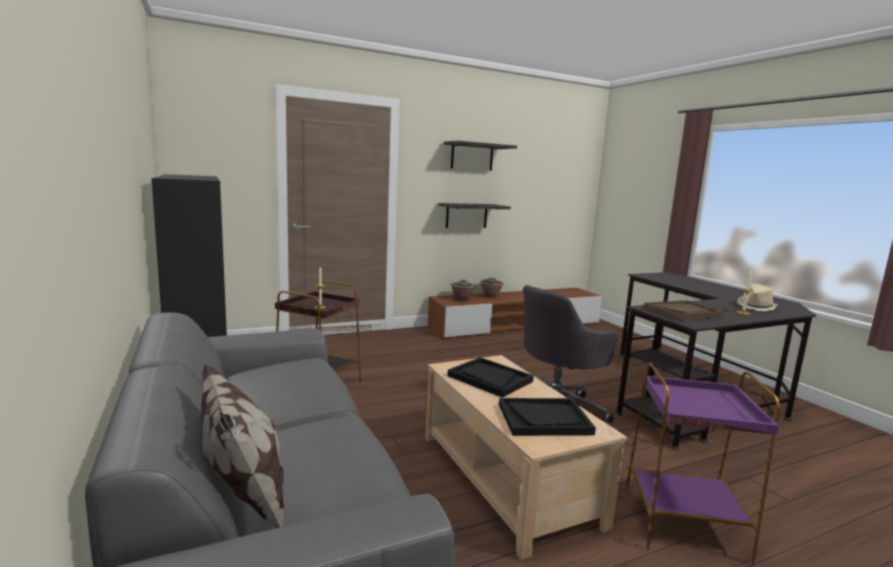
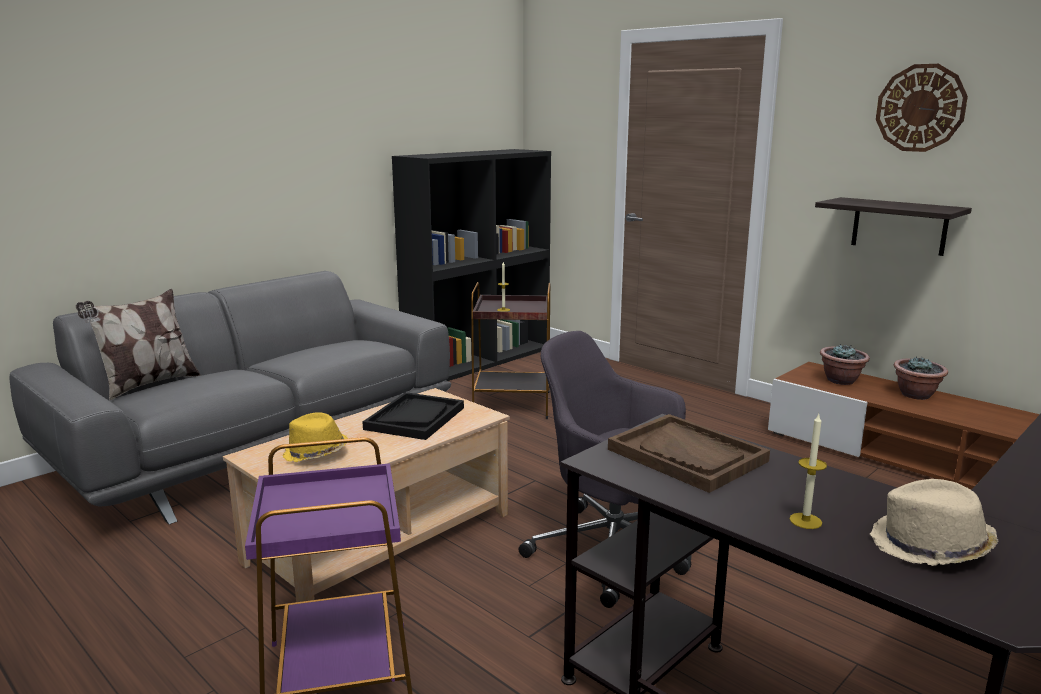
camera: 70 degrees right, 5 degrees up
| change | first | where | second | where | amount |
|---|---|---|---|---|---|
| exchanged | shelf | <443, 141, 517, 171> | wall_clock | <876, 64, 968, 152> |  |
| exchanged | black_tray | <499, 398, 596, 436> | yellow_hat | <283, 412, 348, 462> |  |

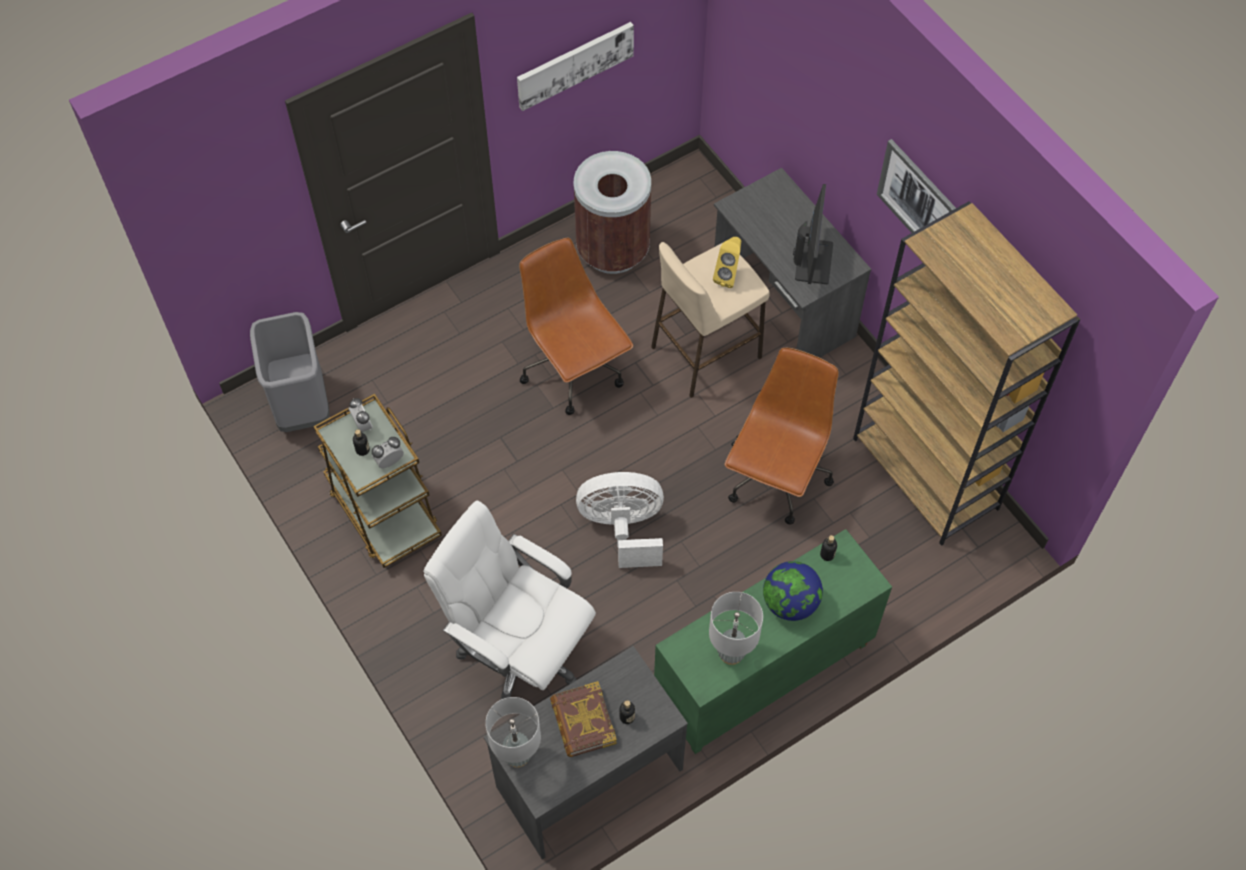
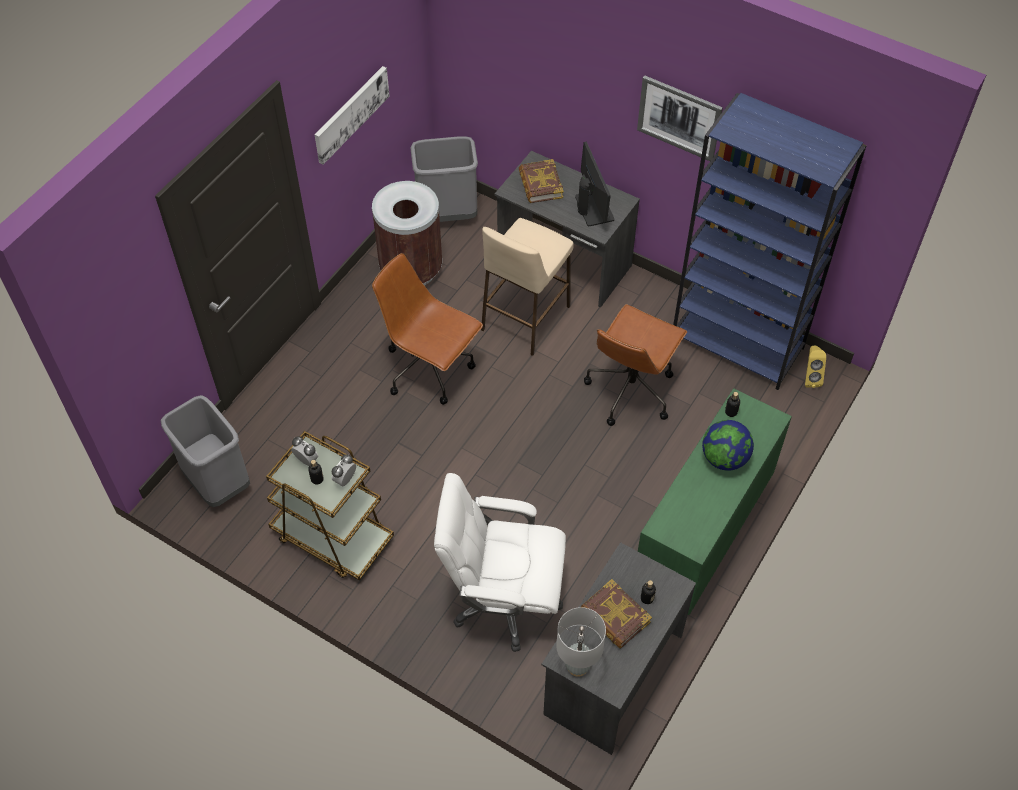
camera: 25 degrees left, 5 degrees down
| change | first | where | second | where | amount |
|---|---|---|---|---|---|
| missing | white_fan | <576, 472, 664, 568> |  |  |  |
| missing | grey_table_lamp | <709, 592, 763, 665> |  |  |  |
| relocated | yellow_speaker | <713, 237, 741, 288> |  | <805, 345, 826, 388> |  |
| spun | brown_office_chair | <724, 348, 839, 525> |  | <584, 304, 687, 426> | 150 degrees counterclockwise |
| colour | brown_bookcase | <853, 201, 1080, 546> | blue_bookcase | <673, 93, 867, 390> |  |
| appeared |  |  | grey_trash_can | <410, 136, 478, 222> |  |
| appeared |  |  | book | <519, 159, 564, 203> |  |

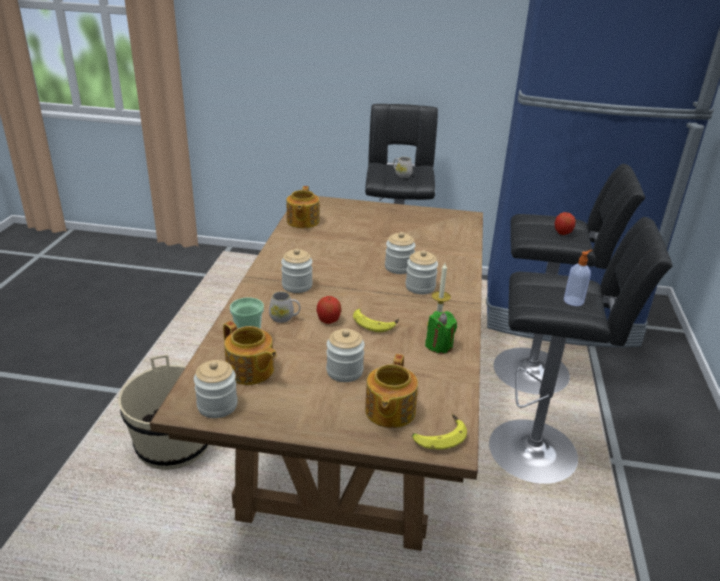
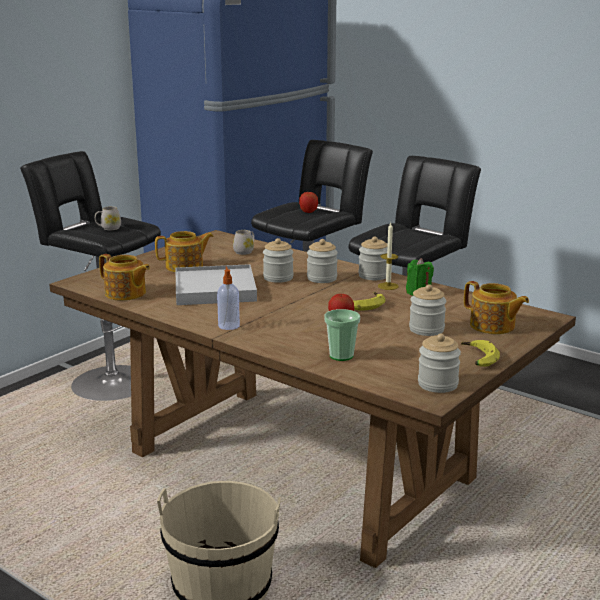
camera: 60 degrees left, 10 degrees down
| change | first | where | second | where | amount |
|---|---|---|---|---|---|
| relocated | teapot | <223, 321, 277, 385> |  | <155, 231, 214, 272> |  |
| relocated | white_mug | <269, 292, 300, 323> |  | <233, 230, 254, 255> |  |
| relocated | jar | <281, 248, 313, 293> |  | <359, 236, 388, 280> |  |
| relocated | banana | <412, 414, 467, 449> |  | <461, 340, 500, 367> |  |
| relocated | soap_dispenser | <564, 250, 593, 306> |  | <217, 267, 240, 330> |  |
| appeared |  |  | white_tray | <175, 264, 257, 305> |  |

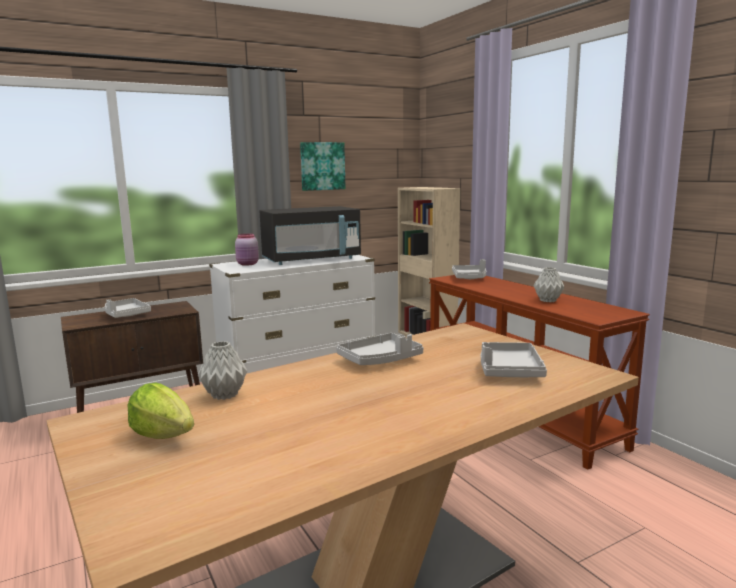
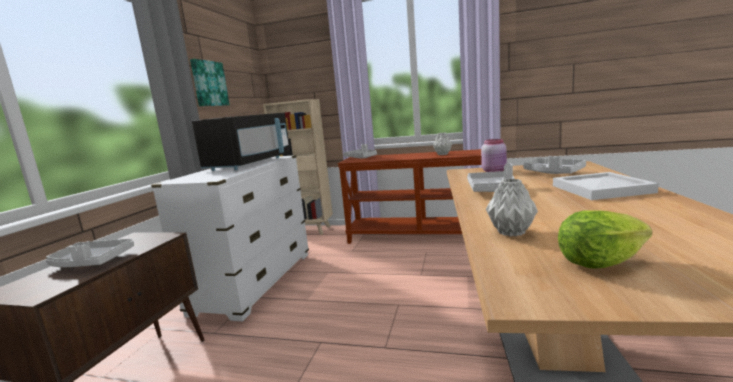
camera: 45 degrees left, 0 degrees up
| change | first | where | second | where | amount |
|---|---|---|---|---|---|
| relocated | pink_jar | <235, 233, 259, 266> |  | <481, 139, 507, 172> |  |
| appeared |  |  | white_tray | <553, 172, 659, 200> |  |

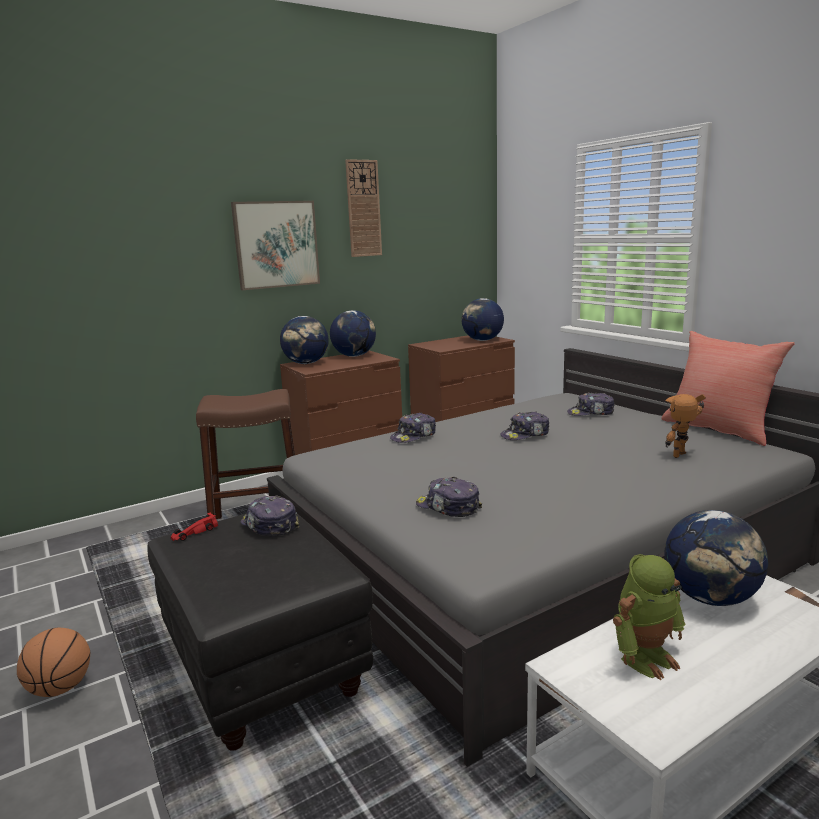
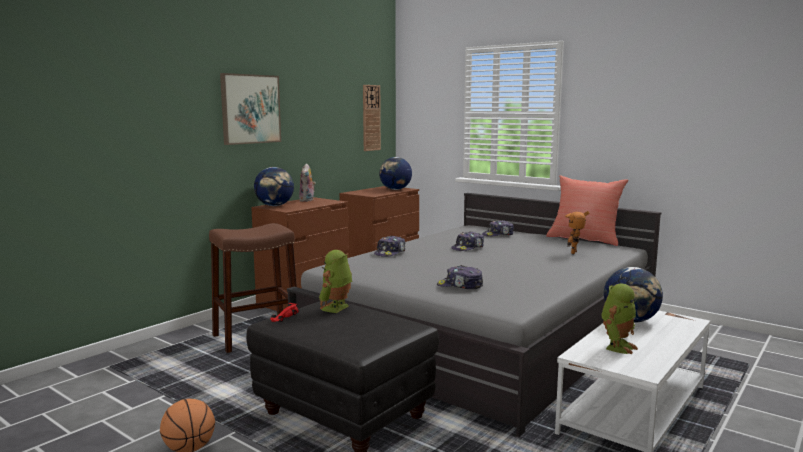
camera: 20 degrees left, 5 degrees down
| change | first | where | second | where | amount |
|---|---|---|---|---|---|
| exchanged | cap | <241, 495, 299, 536> | toy_robot | <319, 250, 353, 313> |  |
| exchanged | globe | <330, 310, 376, 357> | plush_toy | <299, 163, 316, 202> |  |
| relocated | wall_clock | <345, 159, 382, 257> |  | <363, 85, 381, 151> |  |

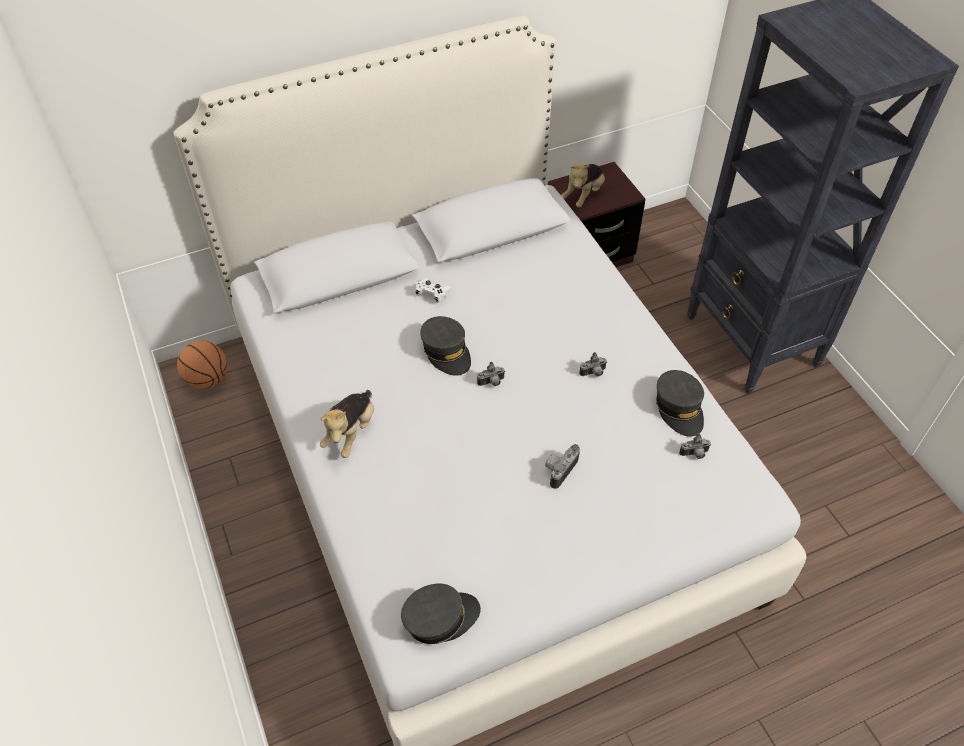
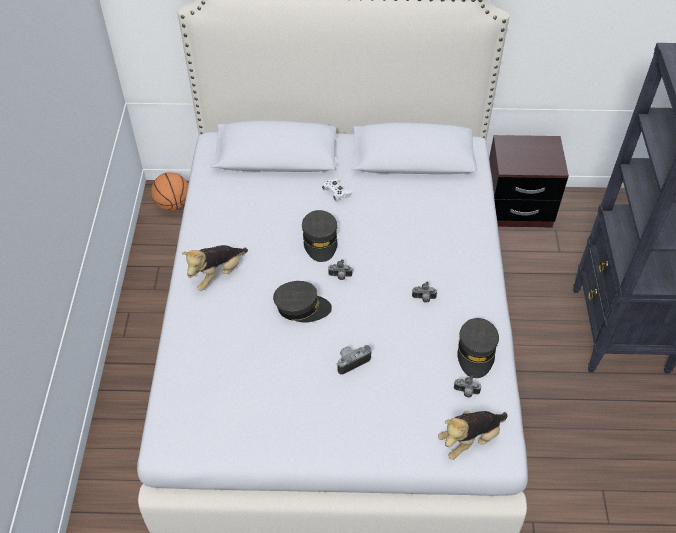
camera: 25 degrees right, 0 degrees up
| change | first | where | second | where | amount |
|---|---|---|---|---|---|
| relocated | grey_cap | <401, 583, 481, 644> |  | <273, 281, 332, 323> |  |
| relocated | plush_toy | <561, 164, 605, 207> |  | <438, 410, 508, 460> |  |

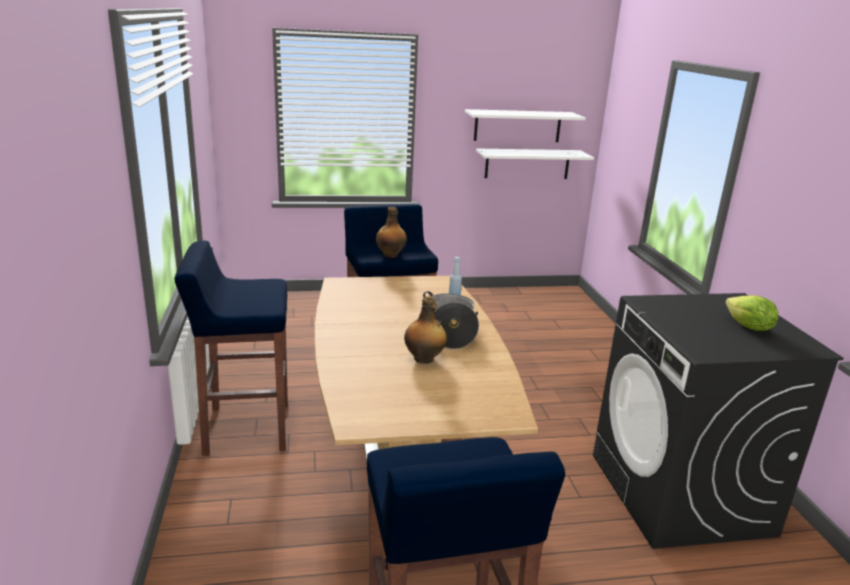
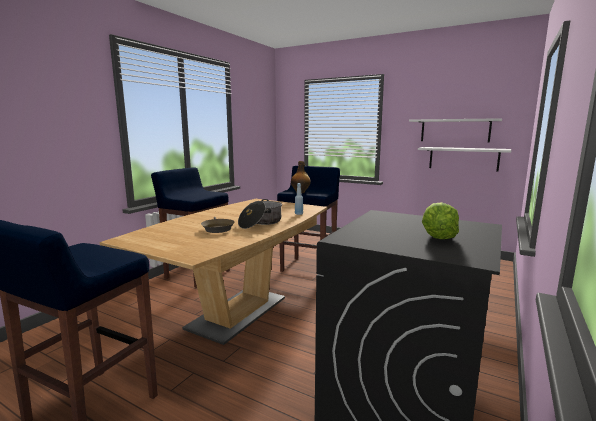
camera: 40 degrees right, 10 degrees down
| change | first | where | second | where | amount |
|---|---|---|---|---|---|
| exchanged | bottle | <404, 296, 447, 364> | brown_frying_pan | <201, 217, 235, 233> |  |

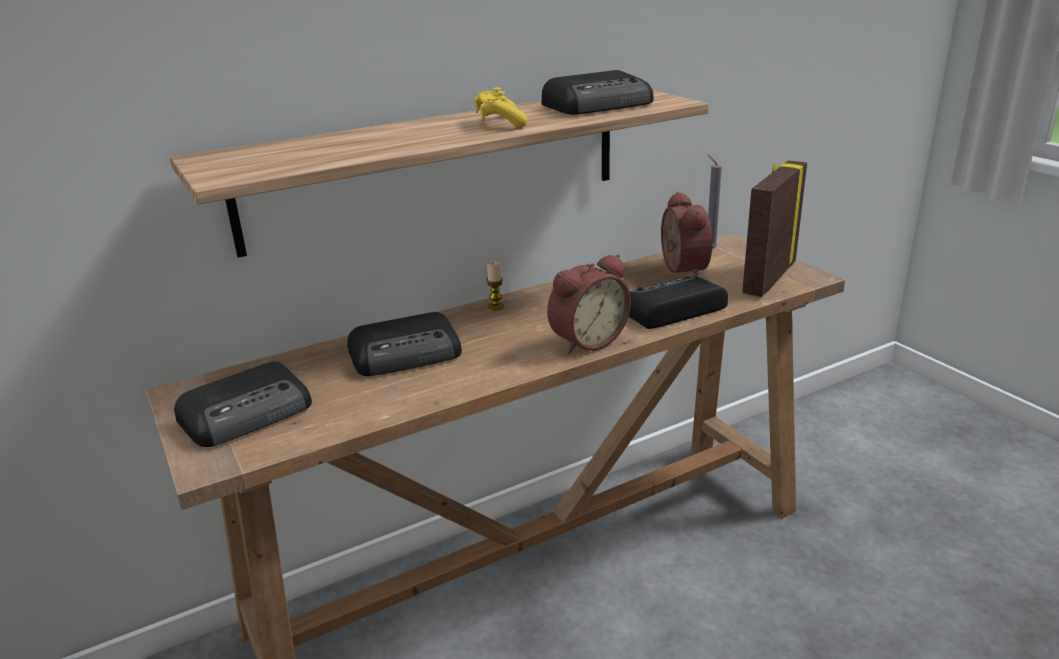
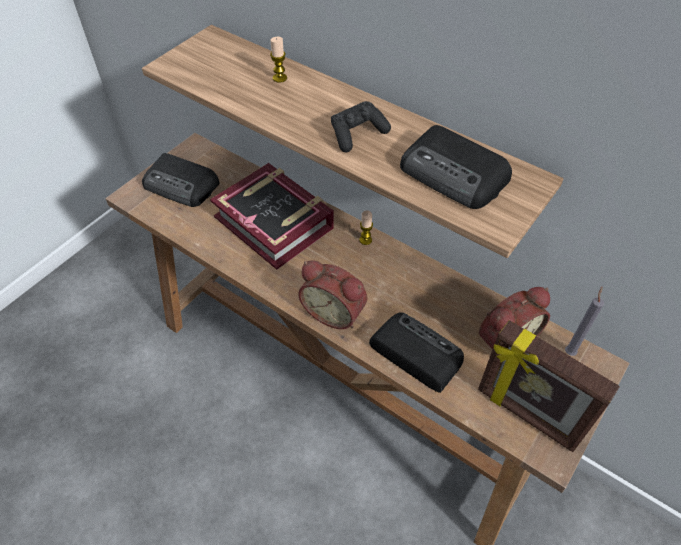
camera: 65 degrees right, 25 degrees up
| change | first | where | second | where | amount |
|---|---|---|---|---|---|
| exchanged | radio | <347, 312, 462, 376> | book | <210, 163, 334, 270> |  |
| colour | yellow_game_controller | <474, 87, 528, 128> | black_game_controller | <331, 101, 391, 152> |  |
| spun | picture_frame | <743, 160, 807, 297> |  | <478, 320, 620, 452> | 150 degrees counterclockwise |
| appeared |  |  | candle | <270, 37, 287, 83> |  |

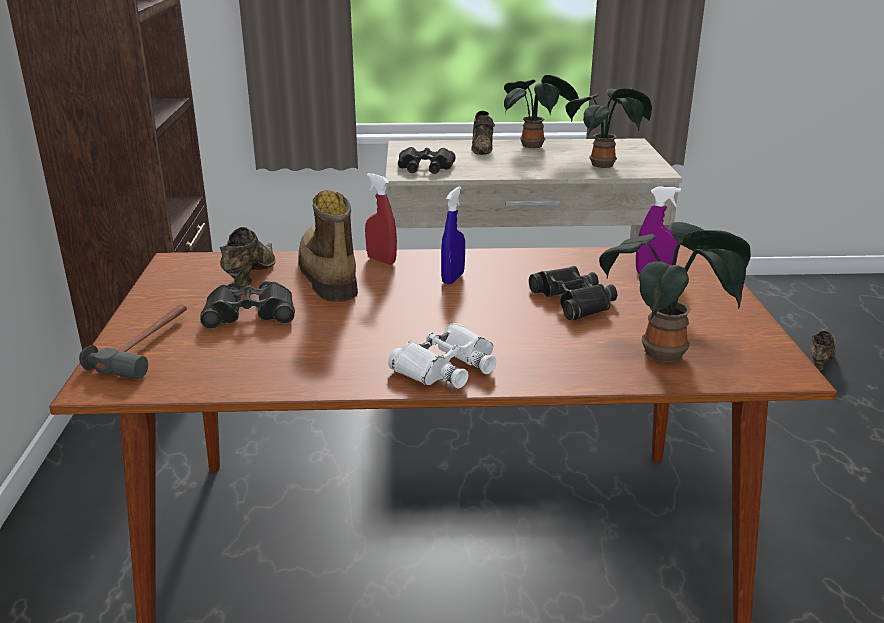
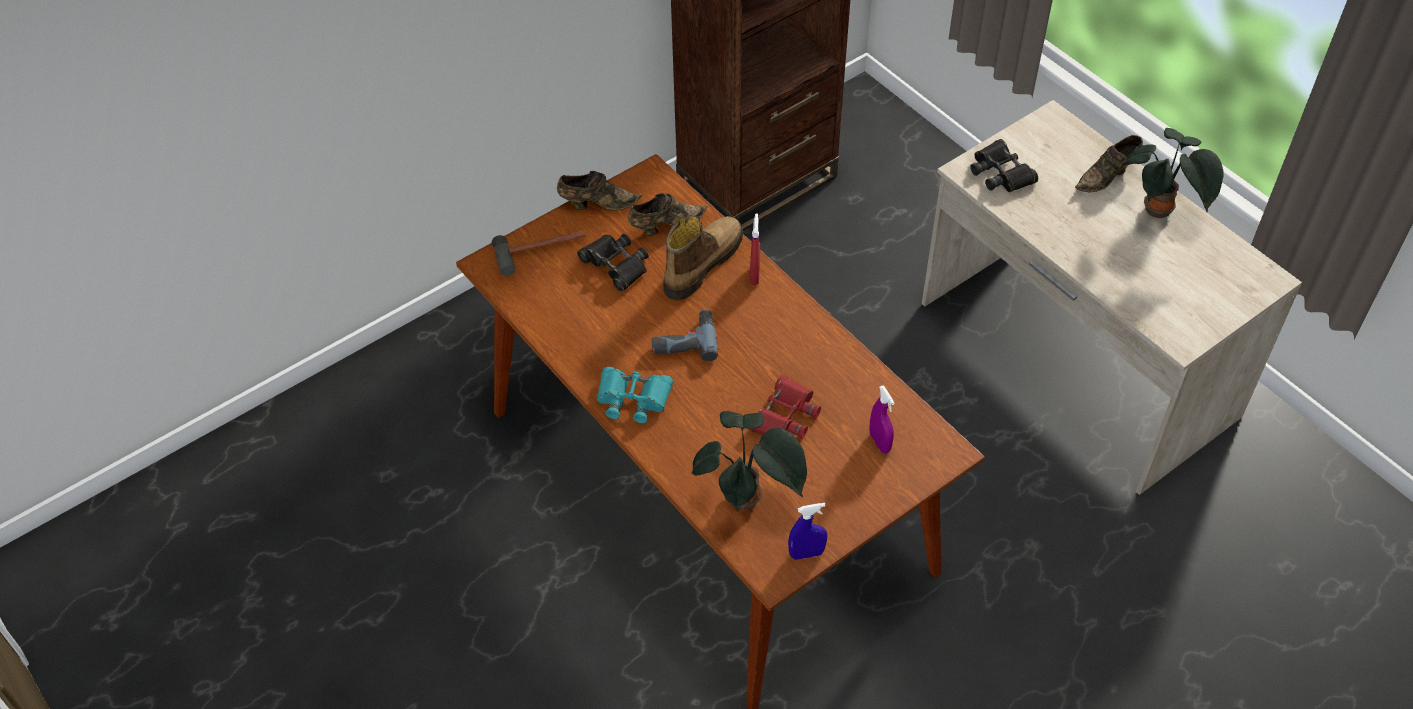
camera: 55 degrees right, 25 degrees up
| change | first | where | second | where | amount |
|---|---|---|---|---|---|
| colour | white_binoculars | <388, 323, 496, 388> | turquoise_binoculars | <596, 367, 673, 423> |  |
| relocated | blue_spray_bottle | <441, 186, 465, 284> |  | <788, 503, 827, 560> |  |
| colour | black_binoculars | <529, 266, 617, 321> | red_binoculars | <749, 375, 821, 439> |  |
| missing | potted_plant | <565, 88, 652, 168> |  |  |  |
| relocated | brown_shoe | <811, 331, 836, 371> |  | <557, 171, 642, 211> |  |
| appeared |  |  | power_drill | <652, 309, 718, 361> |  |

